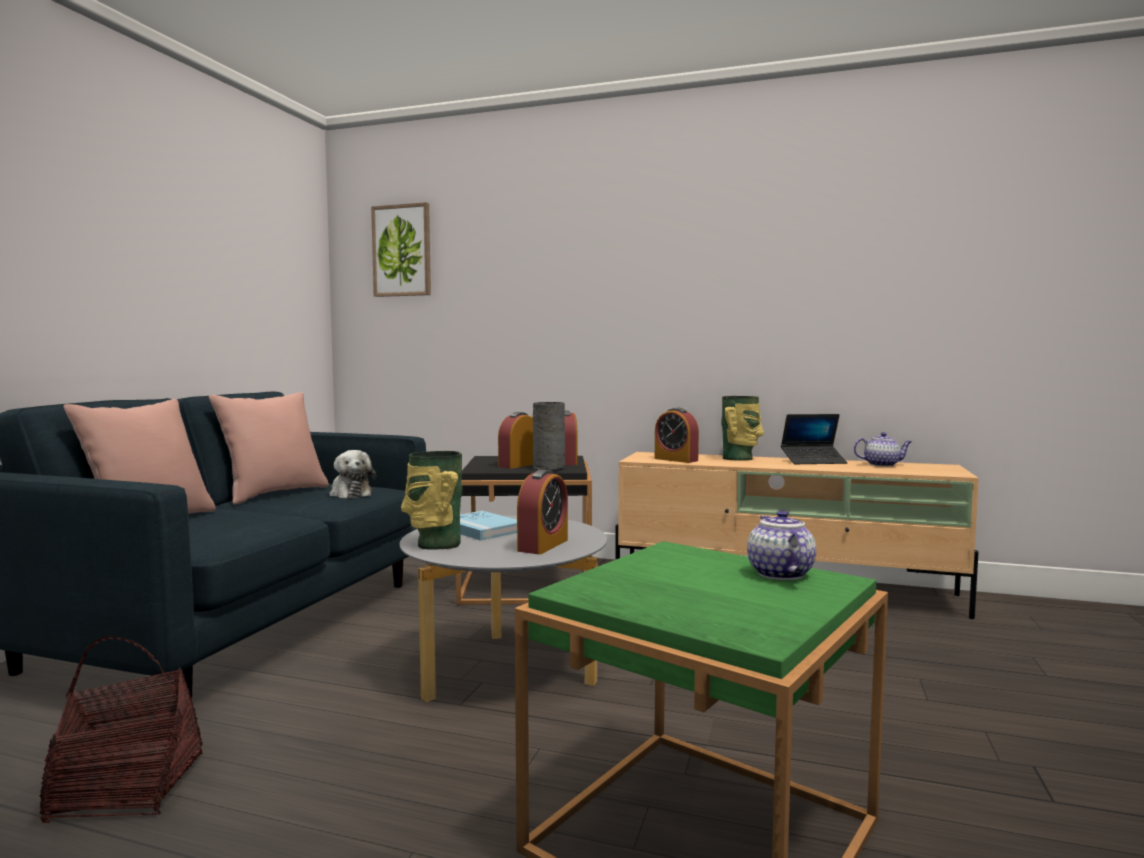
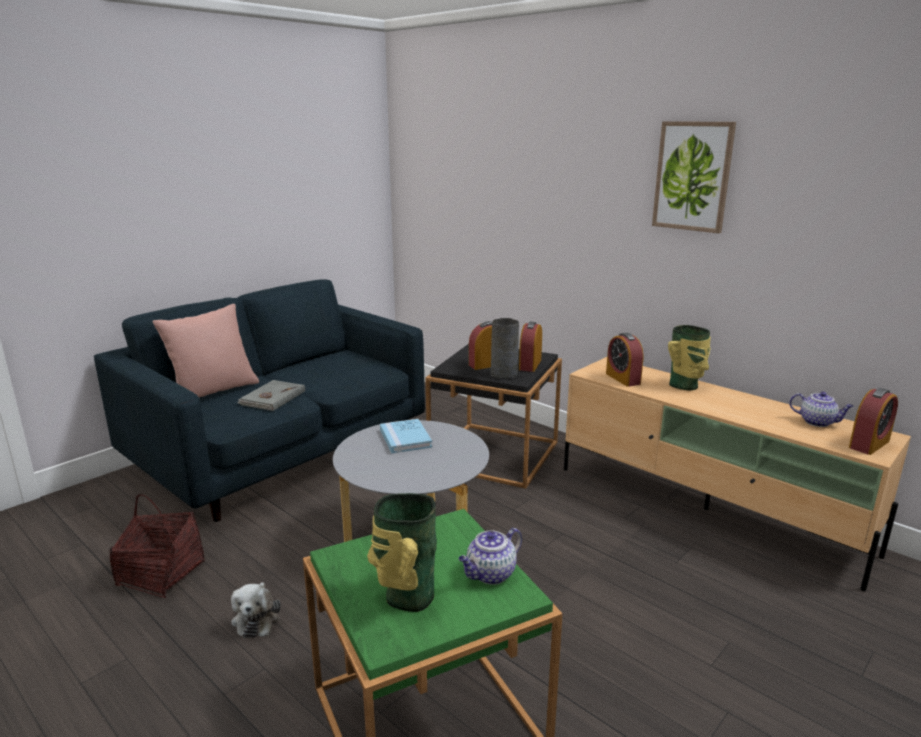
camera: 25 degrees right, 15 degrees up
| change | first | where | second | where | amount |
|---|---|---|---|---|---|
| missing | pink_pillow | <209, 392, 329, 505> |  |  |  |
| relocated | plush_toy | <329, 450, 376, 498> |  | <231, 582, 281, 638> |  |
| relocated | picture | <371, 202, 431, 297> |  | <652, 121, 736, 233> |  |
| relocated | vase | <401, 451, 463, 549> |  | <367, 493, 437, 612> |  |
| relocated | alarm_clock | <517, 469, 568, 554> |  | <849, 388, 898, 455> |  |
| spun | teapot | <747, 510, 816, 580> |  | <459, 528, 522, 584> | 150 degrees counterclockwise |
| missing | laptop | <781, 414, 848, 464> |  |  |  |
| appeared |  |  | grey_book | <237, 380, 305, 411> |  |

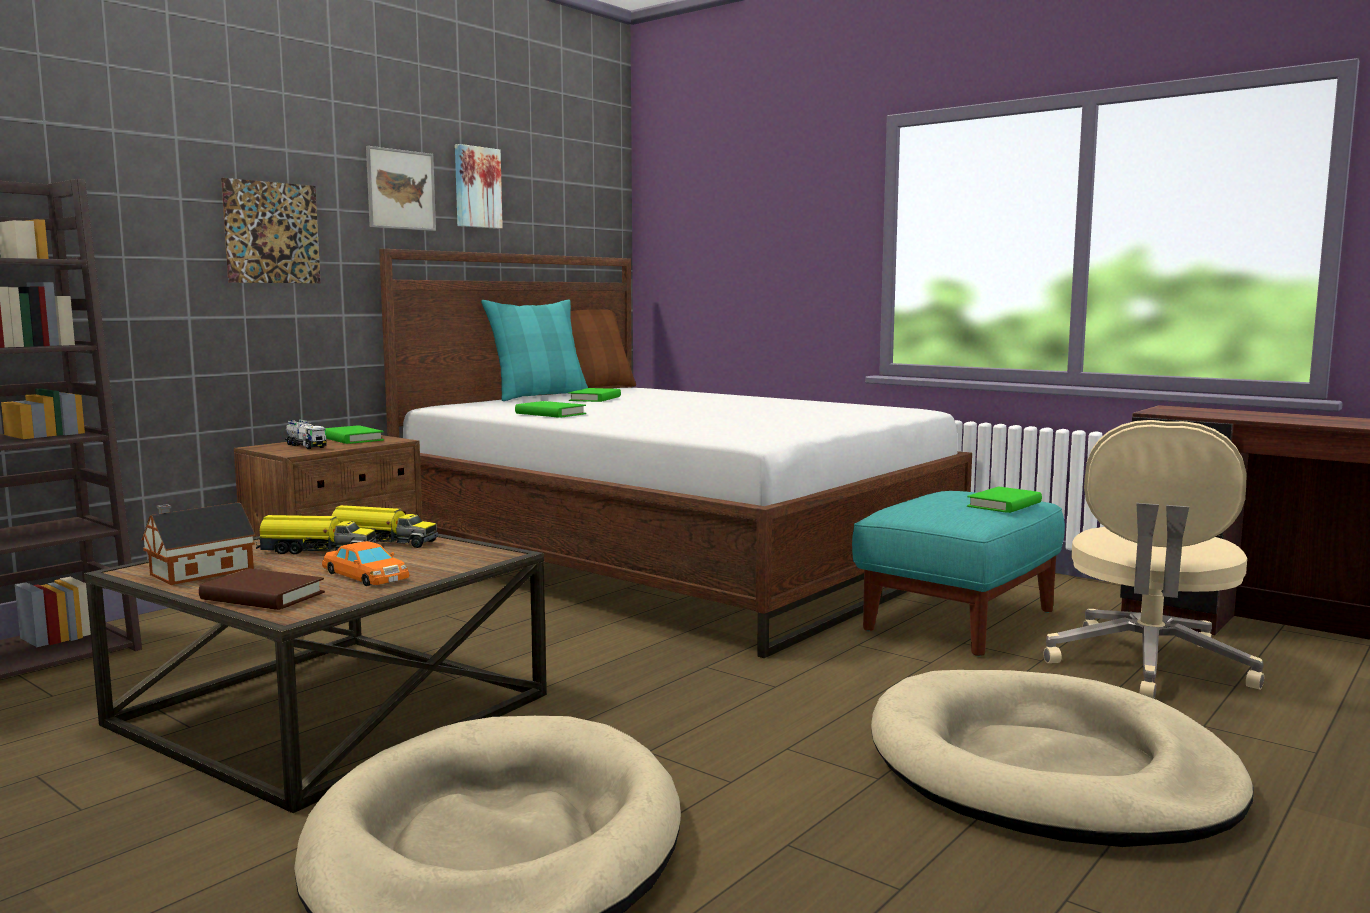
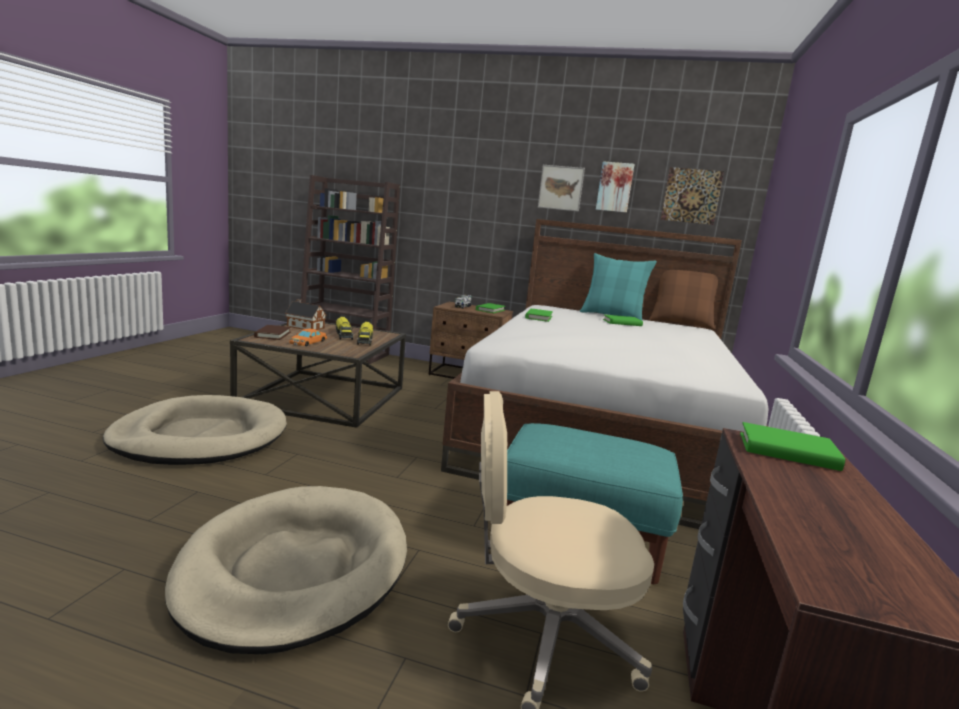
camera: 65 degrees right, 5 degrees up
| change | first | where | second | where | amount |
|---|---|---|---|---|---|
| relocated | picture | <221, 178, 321, 283> |  | <661, 167, 724, 225> |  |
| relocated | green_book | <967, 487, 1042, 513> |  | <740, 422, 845, 471> |  |

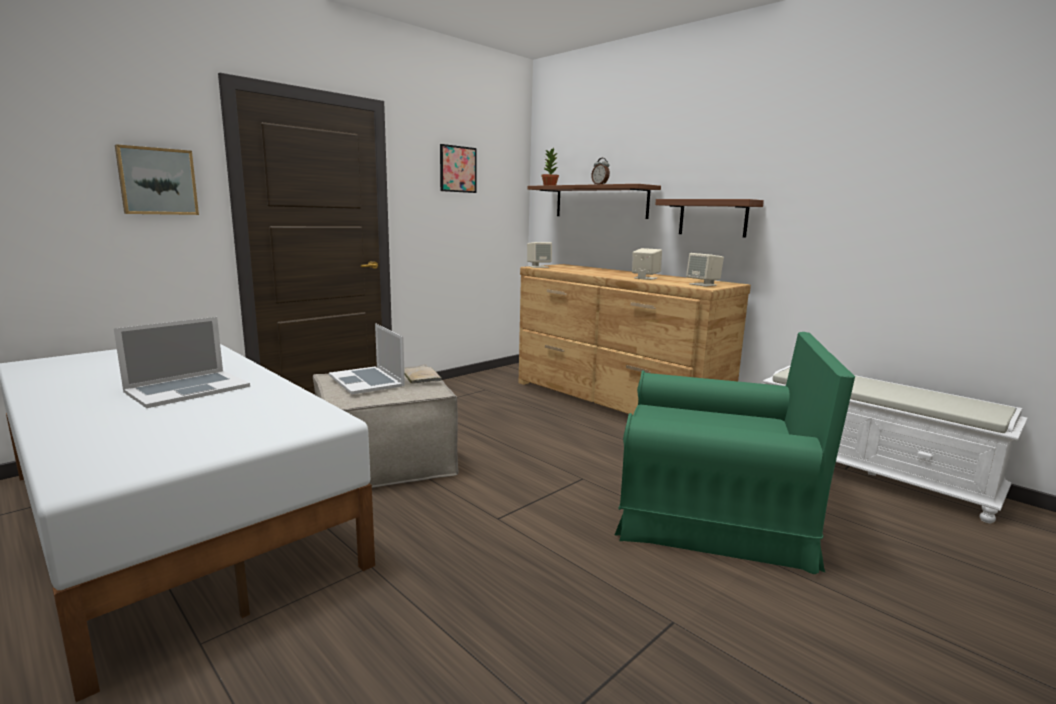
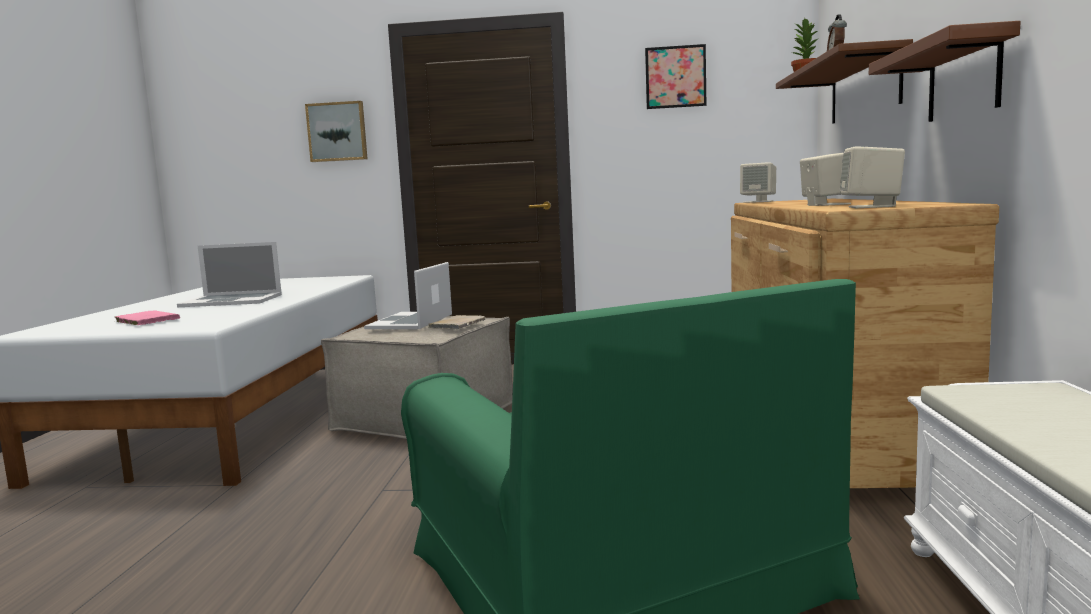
camera: 50 degrees right, 5 degrees down
| change | first | where | second | where | amount |
|---|---|---|---|---|---|
| appeared |  |  | pink_book | <115, 311, 180, 325> |  |

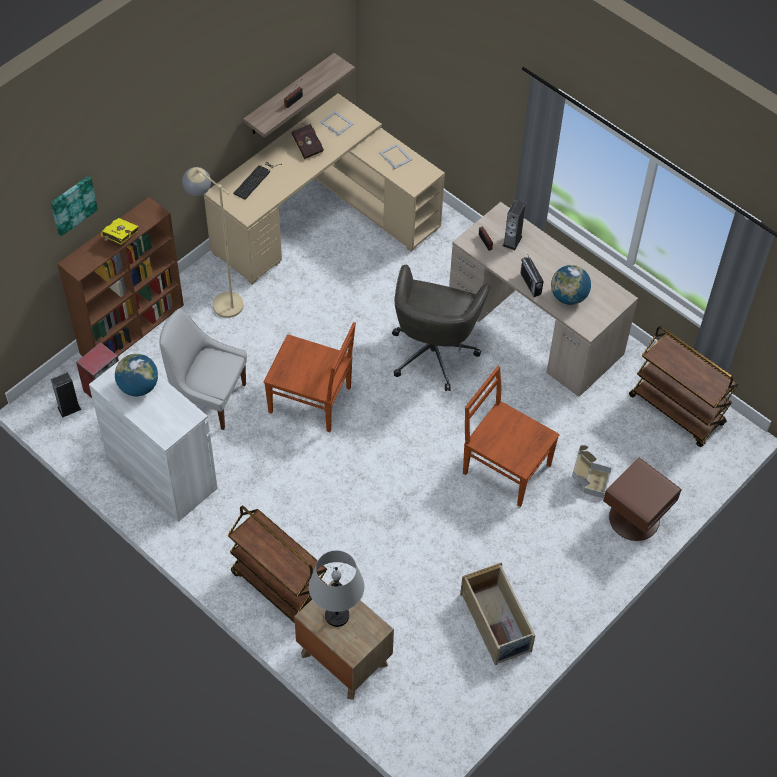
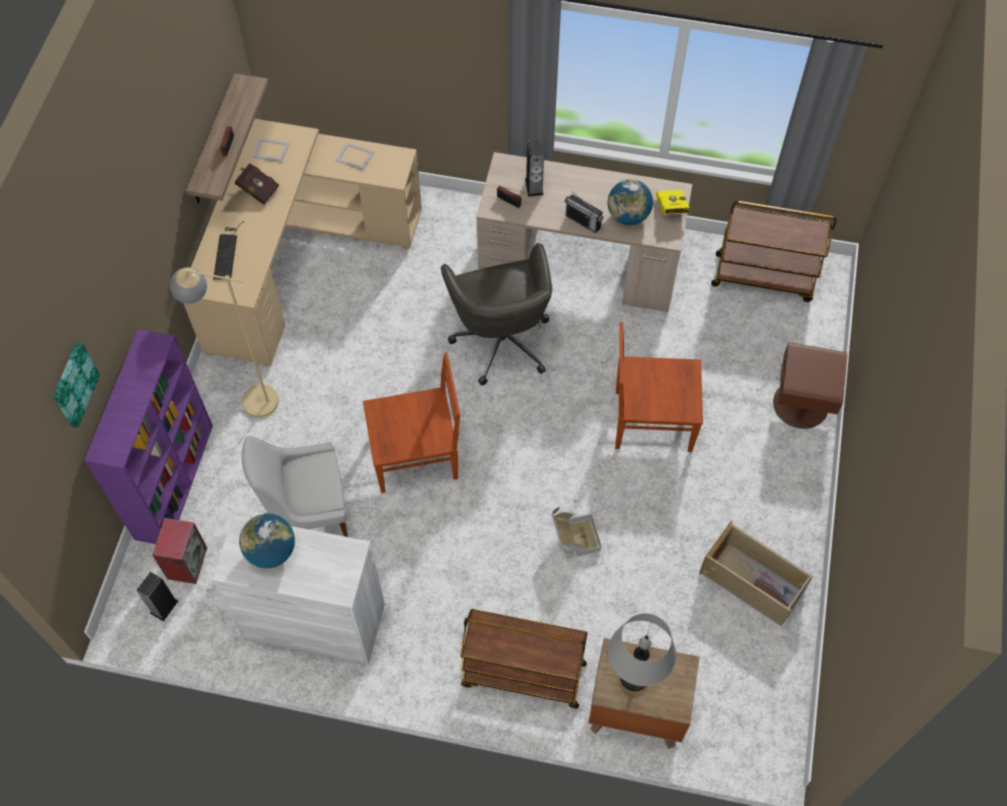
camera: 30 degrees left, 5 degrees up
| change | first | where | second | where | amount |
|---|---|---|---|---|---|
| colour | brown_bookcase | <58, 197, 184, 356> | purple_bookcase | <84, 329, 213, 544> |  |
| relocated | yellow_book | <101, 218, 138, 244> |  | <656, 190, 690, 218> |  |
| relocated | cardboard_box | <572, 445, 612, 498> |  | <552, 507, 602, 557> |  |

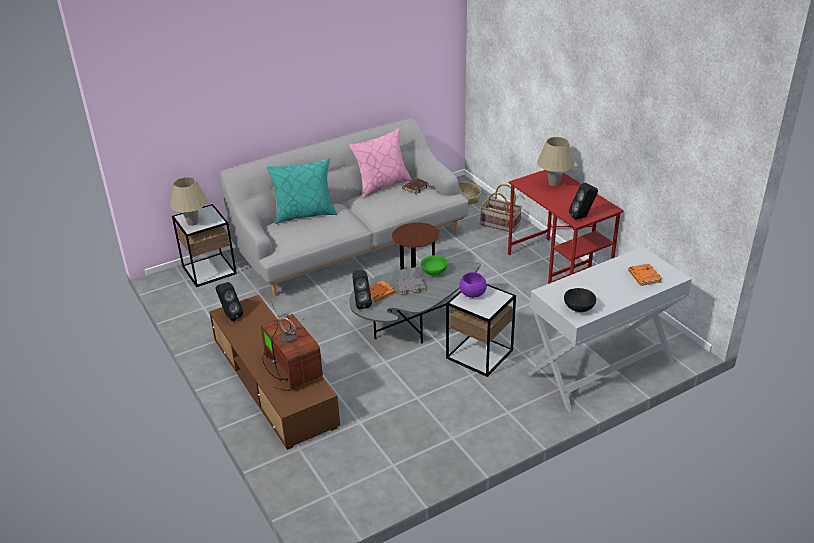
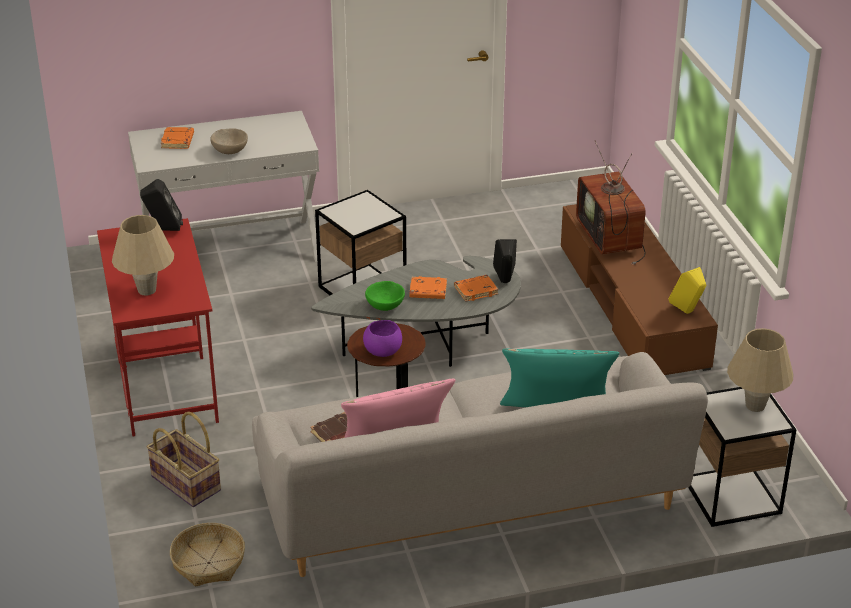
camera: 165 degrees left, 0 degrees up
| change | first | where | second | where | amount |
|---|---|---|---|---|---|
| colour | black_speaker | <216, 282, 243, 321> | yellow_speaker | <669, 267, 707, 314> |  |
| colour | grey_book | <397, 276, 426, 294> | orange_book | <410, 276, 447, 299> |  |
| relocated | purple_bowl | <459, 272, 487, 298> |  | <363, 320, 402, 357> |  |
| missing | black_bowl | <564, 288, 596, 312> |  |  |  |
| appeared |  |  | beige_bowl | <210, 128, 248, 154> |  |

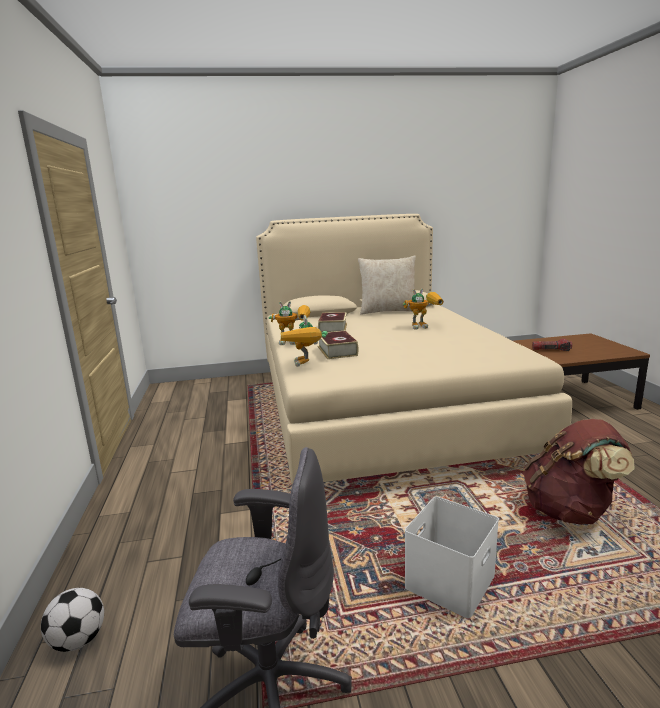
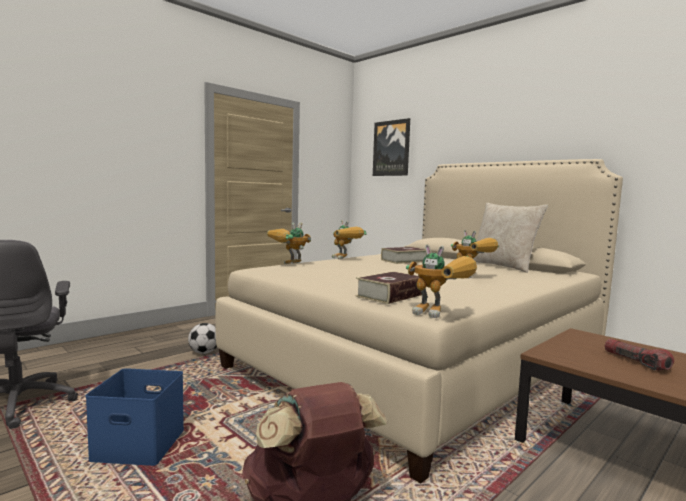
camera: 55 degrees right, 10 degrees down
| change | first | where | second | where | amount |
|---|---|---|---|---|---|
| relocated | football | <41, 588, 104, 652> |  | <188, 323, 217, 354> |  |
| relocated | book | <317, 331, 358, 359> |  | <355, 271, 422, 304> |  |
| colour | white_storage_box | <405, 496, 499, 619> | blue_storage_box | <86, 368, 184, 466> |  |
| appeared |  |  | picture | <373, 118, 410, 176> |  |
| appeared |  |  | toy_robot | <406, 244, 477, 318> |  |

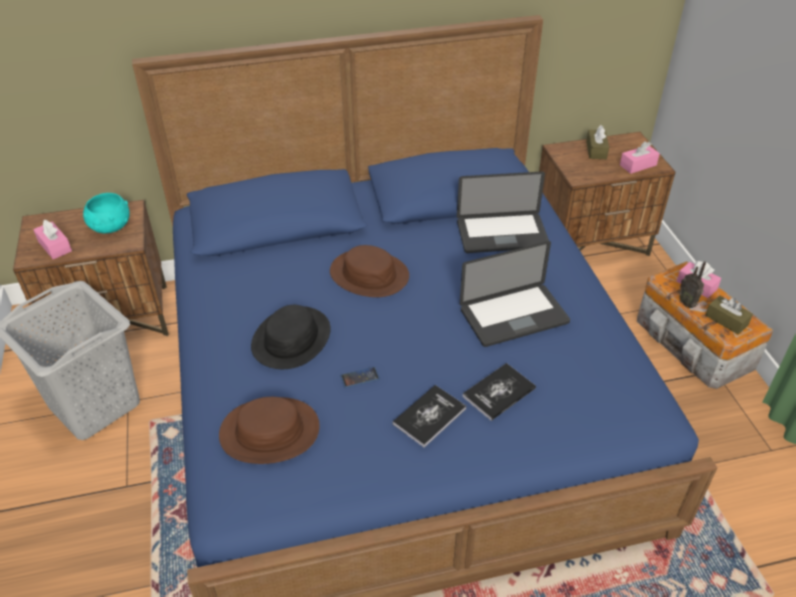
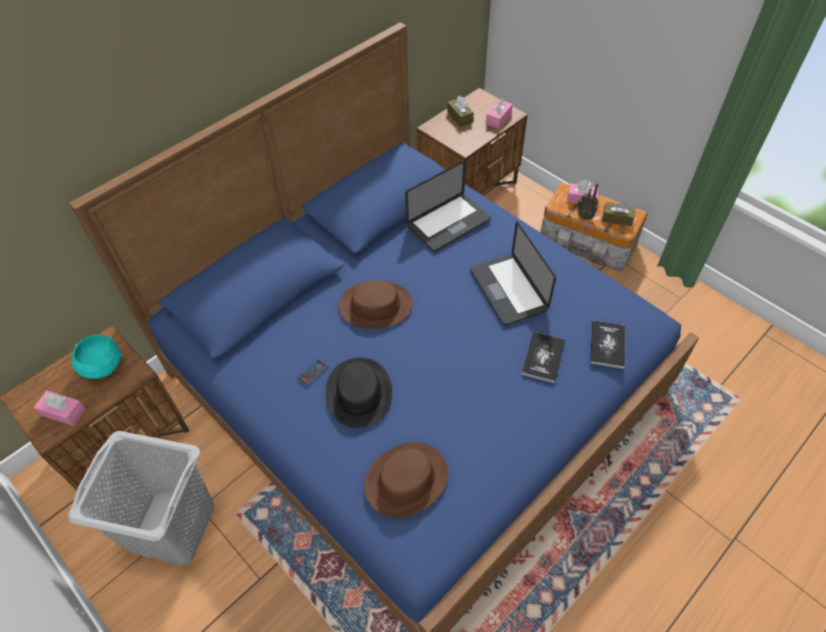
camera: 30 degrees left, 10 degrees up
| change | first | where | second | where | amount |
|---|---|---|---|---|---|
| relocated | phone | <340, 367, 380, 388> |  | <296, 359, 328, 387> |  |
| relocated | book | <392, 385, 466, 448> |  | <590, 320, 626, 369> |  |
| spun | laptop | <460, 241, 570, 347> |  | <470, 221, 556, 326> | 120 degrees clockwise |

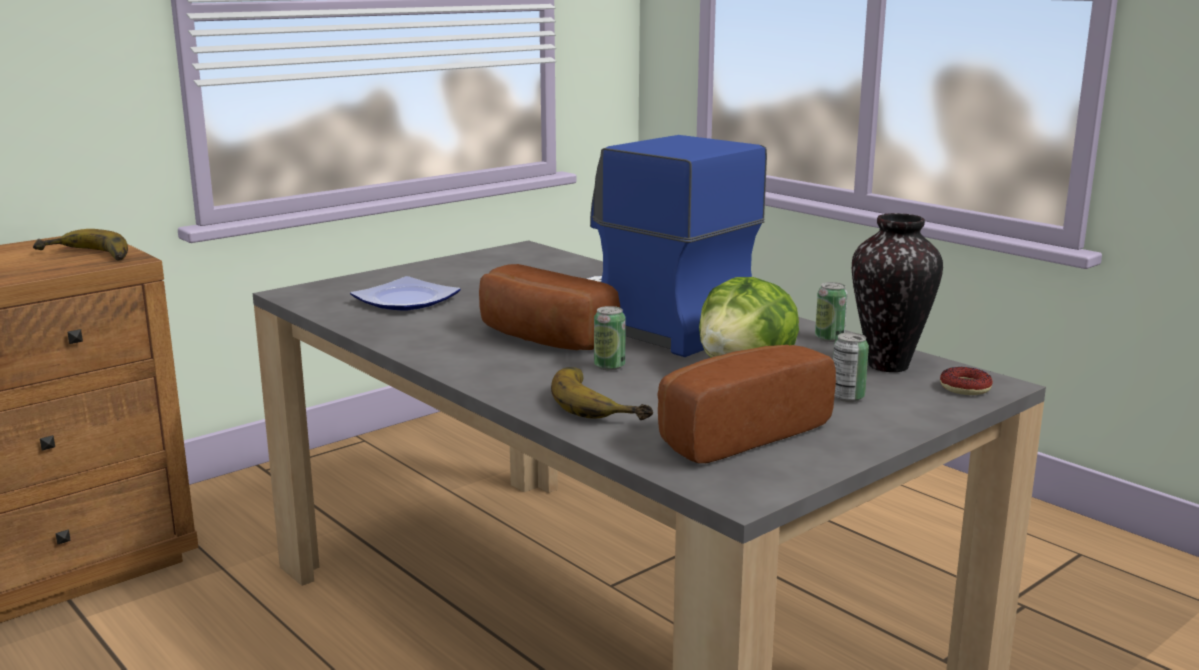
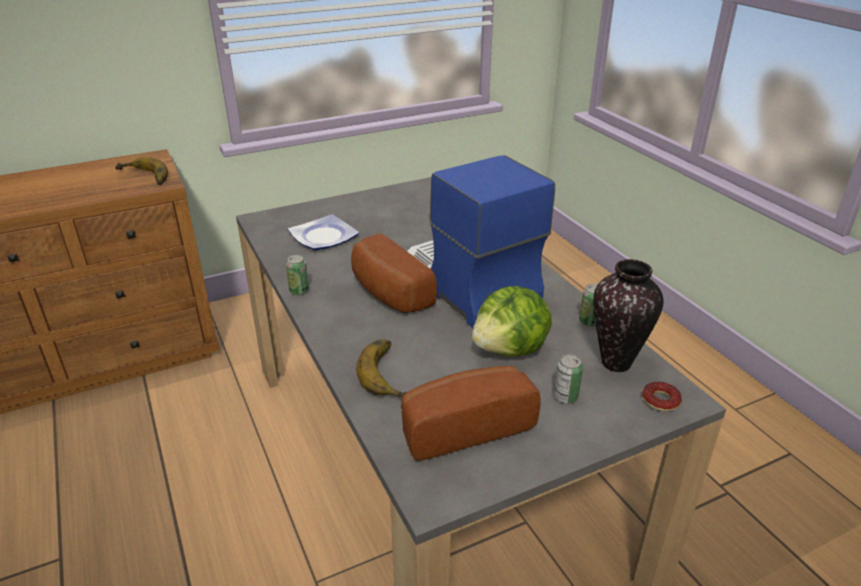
camera: 15 degrees right, 15 degrees up
| change | first | where | second | where | amount |
|---|---|---|---|---|---|
| relocated | can | <594, 306, 626, 370> |  | <286, 255, 309, 295> |  |

